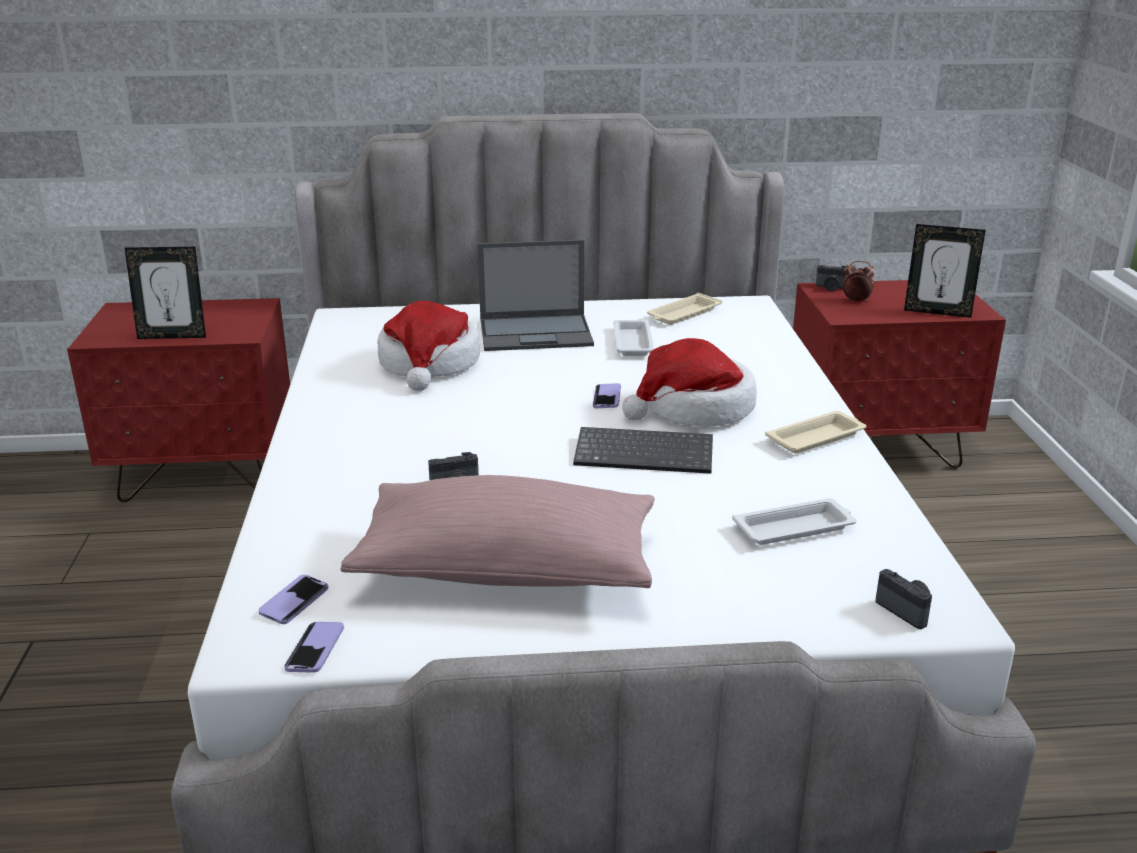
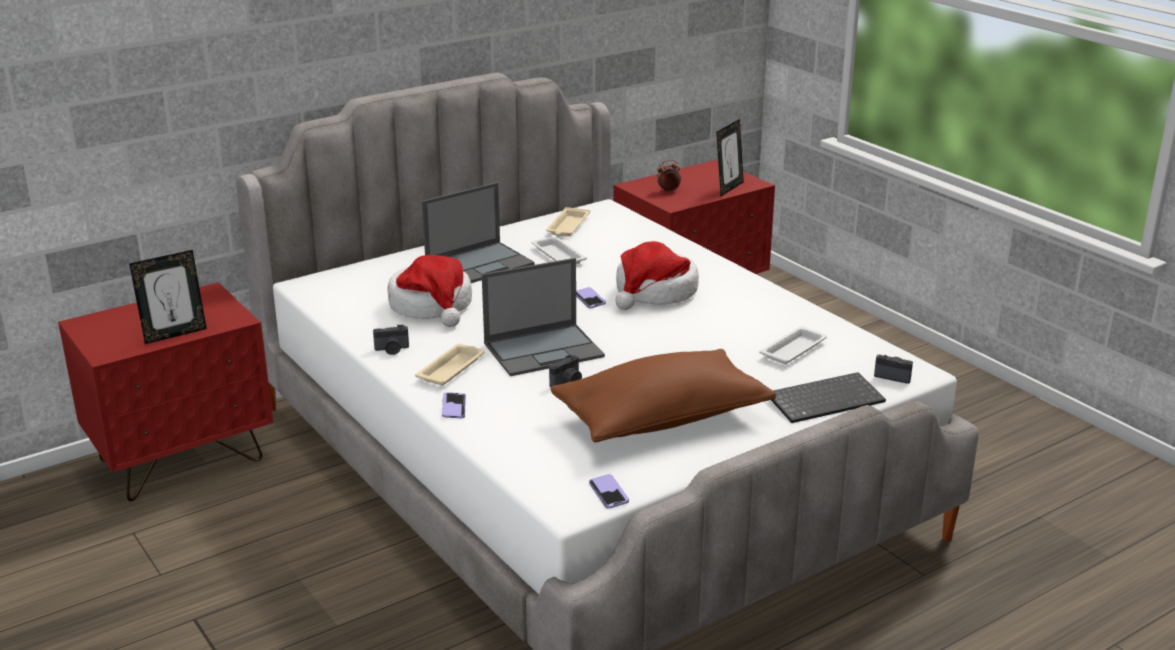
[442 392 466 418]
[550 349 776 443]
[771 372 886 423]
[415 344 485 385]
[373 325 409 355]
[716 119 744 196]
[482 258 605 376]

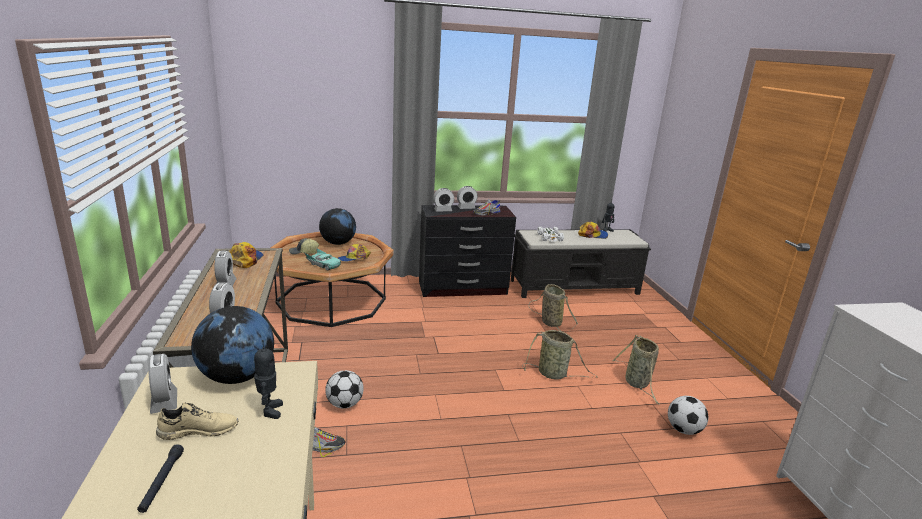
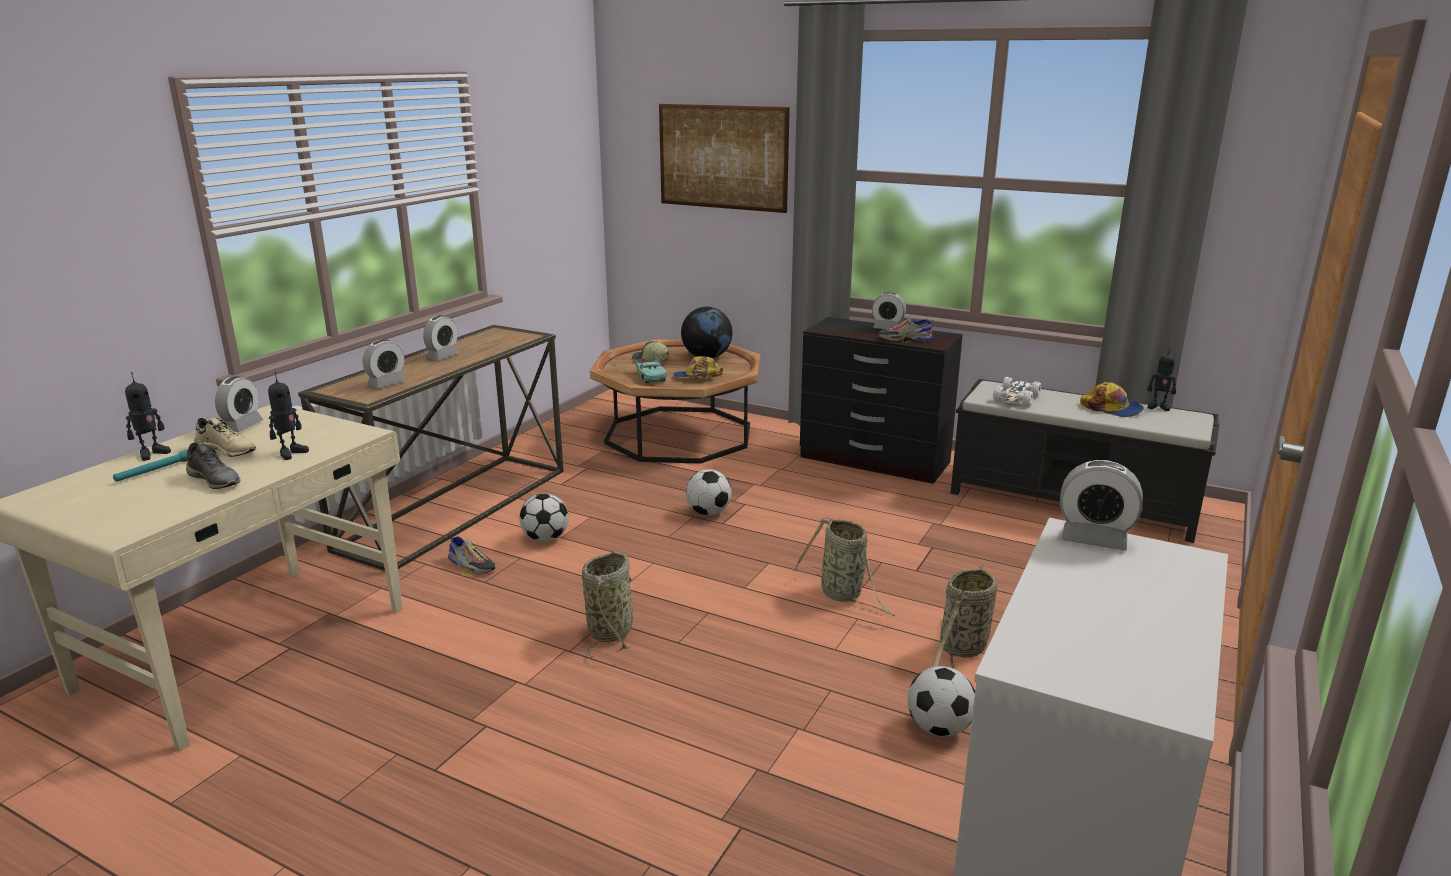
[113 449 188 482]
[191 306 274 384] (first image)
[229 242 263 268] (first image)
[1060 460 1143 551]
[582 551 633 658]
[125 372 171 461]
[186 443 240 489]
[659 104 790 213]
[686 469 732 515]

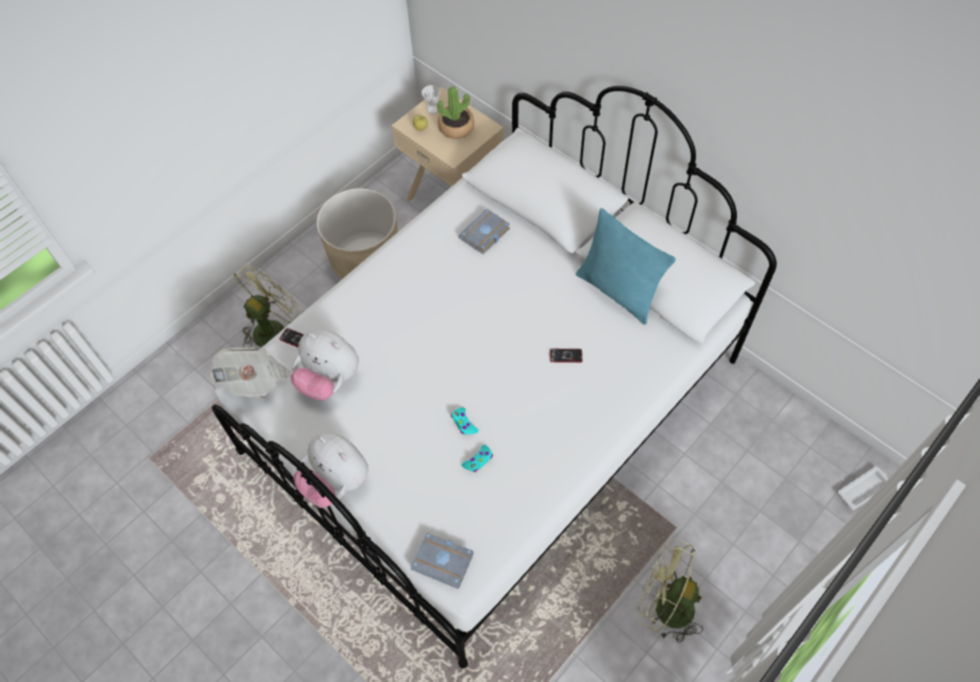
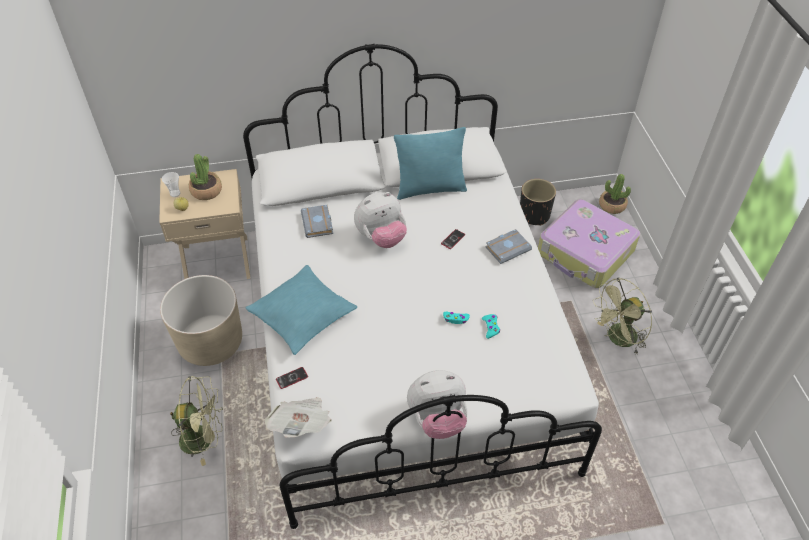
[170 376 223 466]
[354 192 407 248]
[485 229 532 264]
[599 174 631 214]
[245 265 357 355]
[520 179 556 226]
[538 199 640 288]

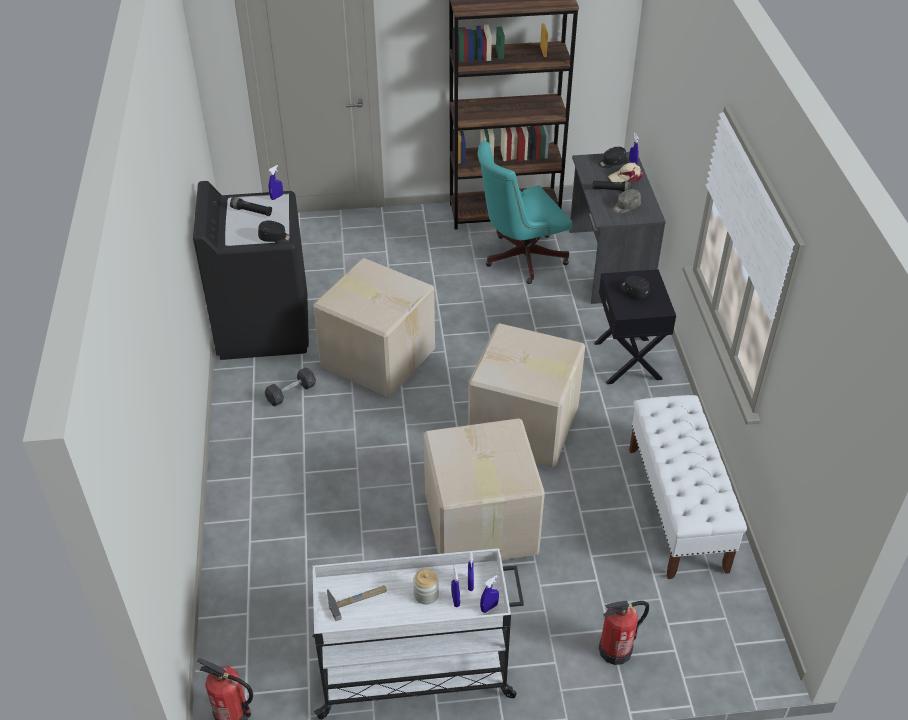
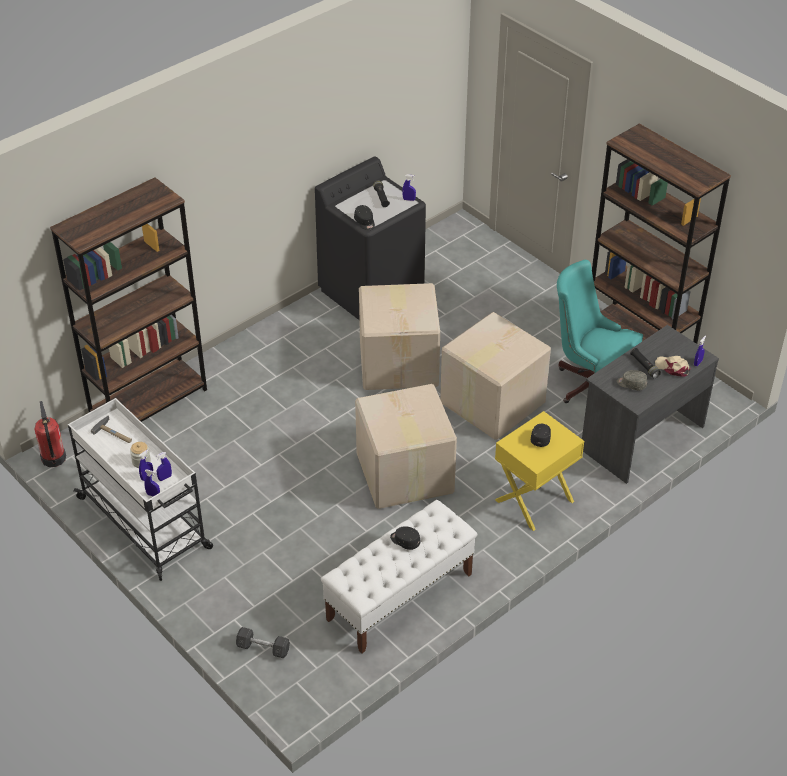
[236 627 290 658]
[440 312 551 440]
[495 411 584 531]
[390 526 420 550]
[599 601 649 665] (first image)
[50 178 207 422]

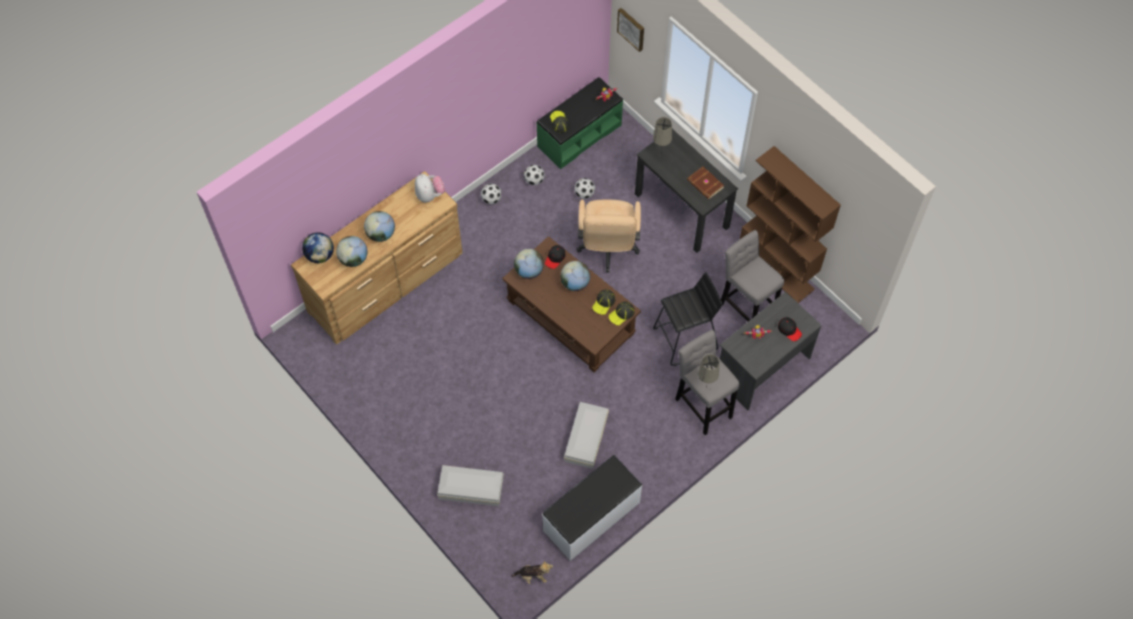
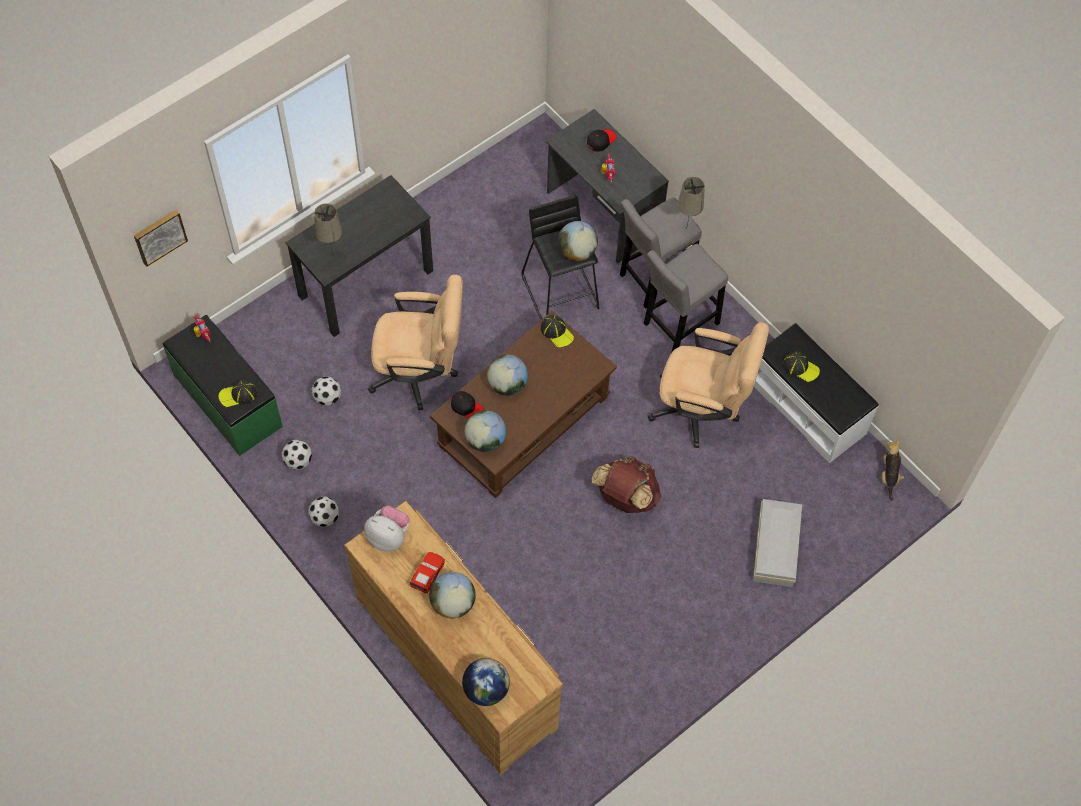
[558 221 598 261]
[364 506 410 552]
[648 322 769 448]
[783 352 820 382]
[687 167 724 199] (first image)
[644 244 728 353]
[740 146 841 303] (first image)
[410 552 445 594]
[592 456 661 513]

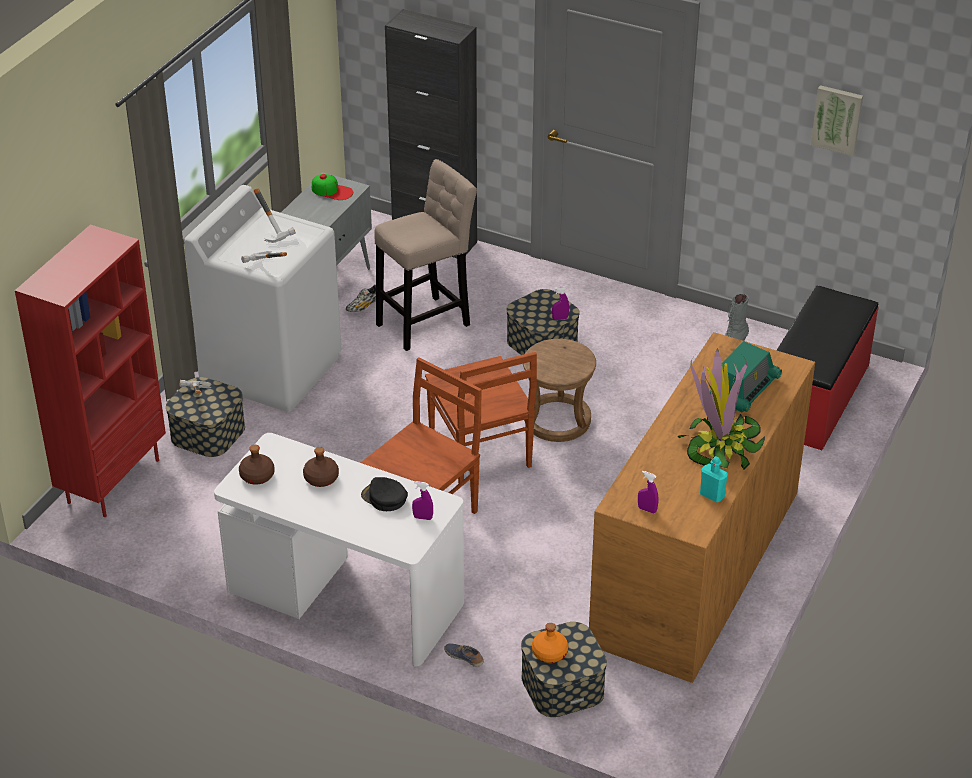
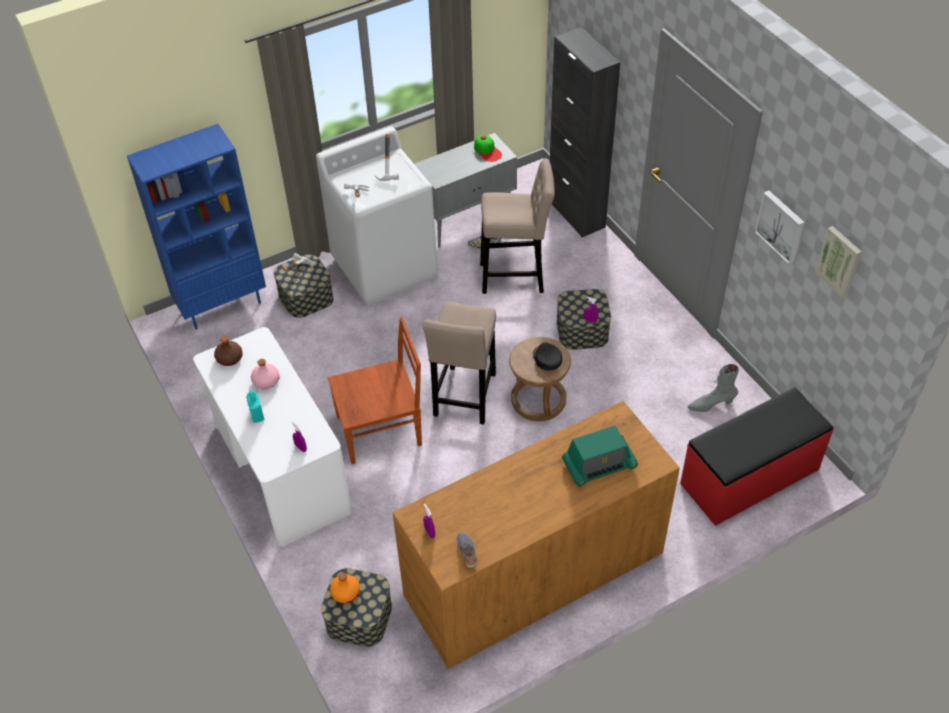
[127 124 266 329]
[251 359 280 389]
[533 342 562 371]
[423 302 496 425]
[457 533 478 568]
[678 348 765 470] (first image)
[246 390 264 423]
[755 190 805 264]

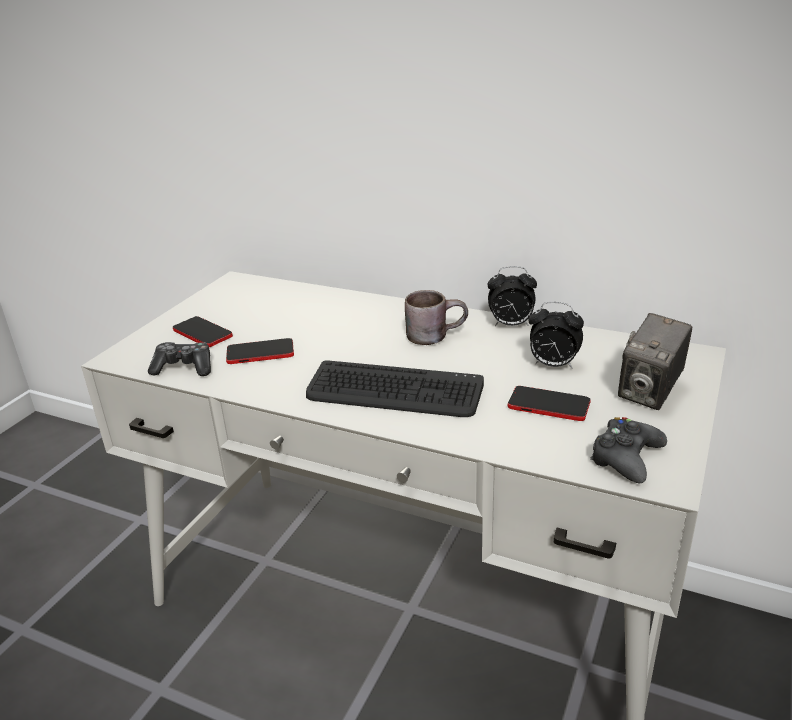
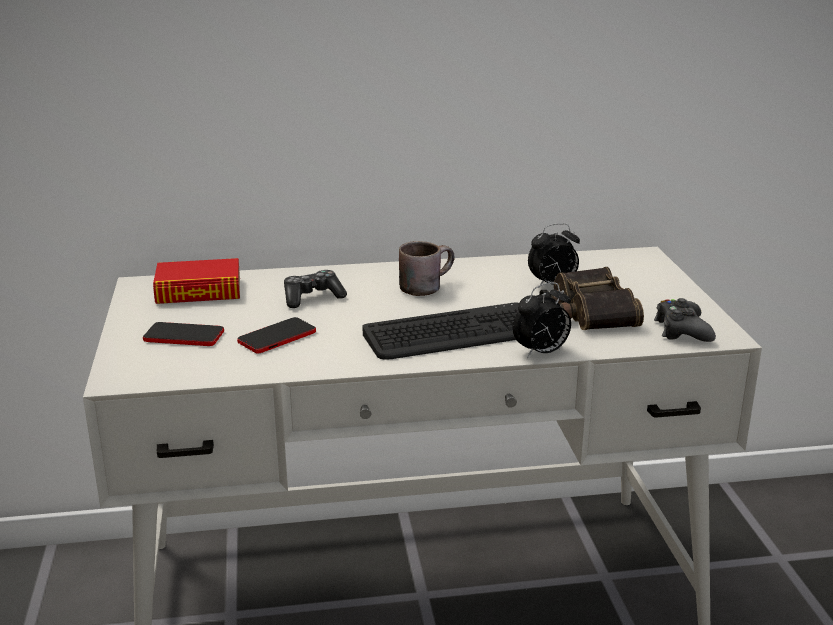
[284 270 347 308]
[512 282 571 358]
[539 267 644 330]
[618 313 692 410] (first image)
[153 258 240 304]

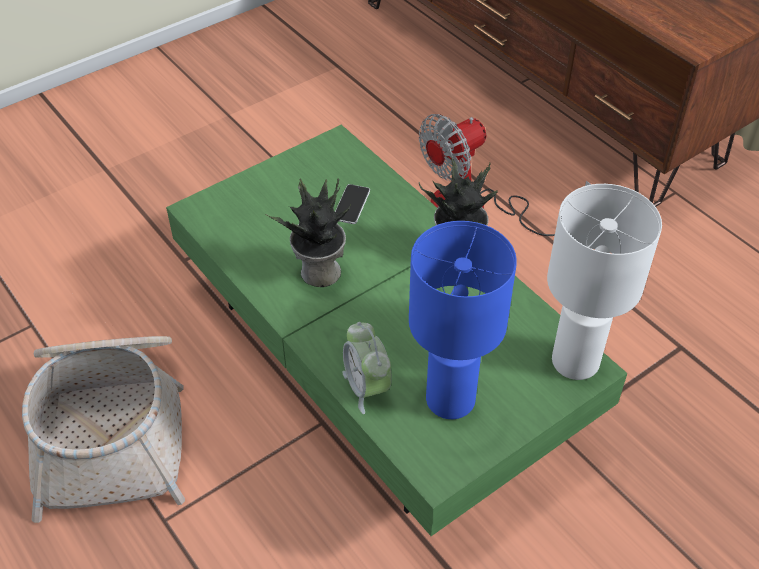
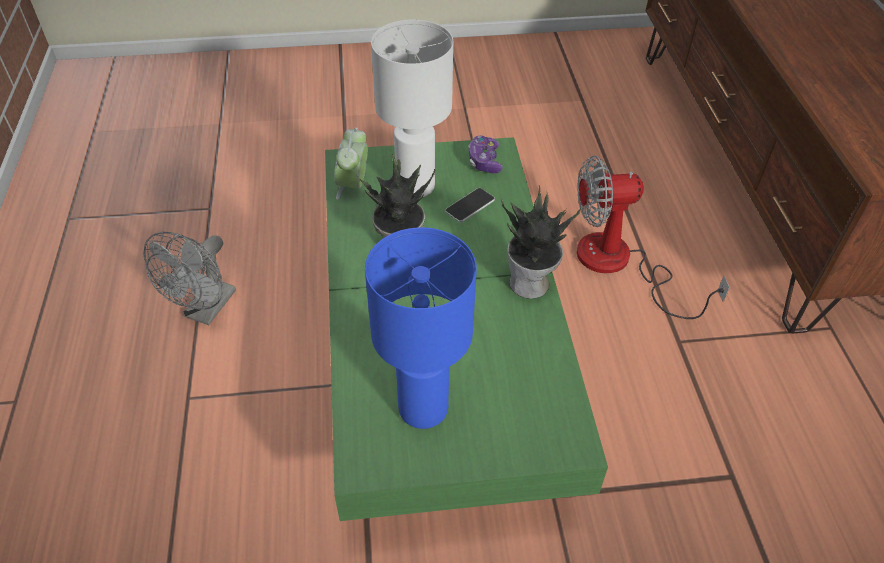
[144 232 236 325]
[335 127 368 200]
[371 20 453 197]
[468 136 503 173]

